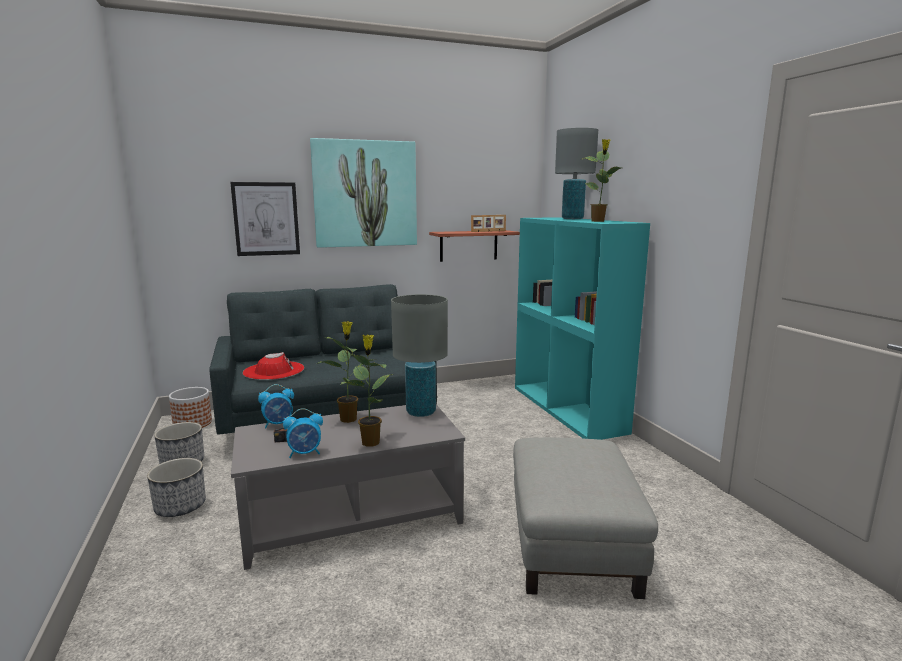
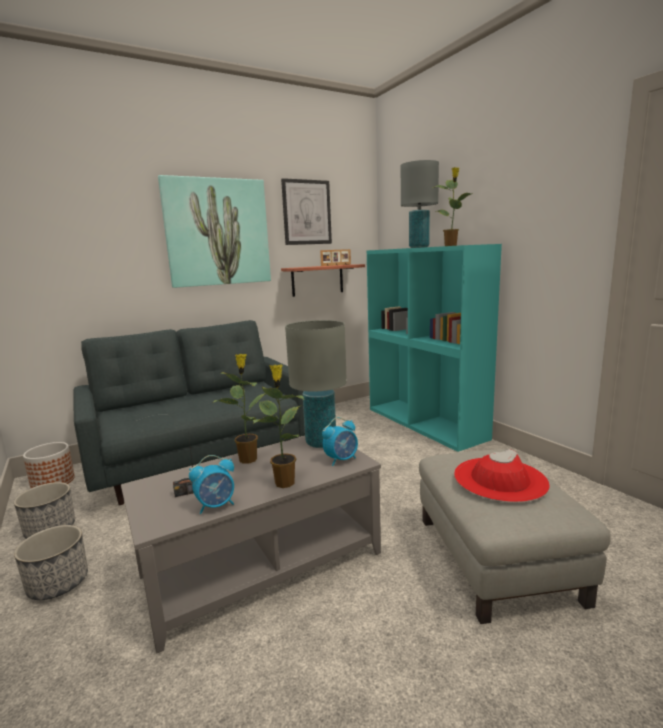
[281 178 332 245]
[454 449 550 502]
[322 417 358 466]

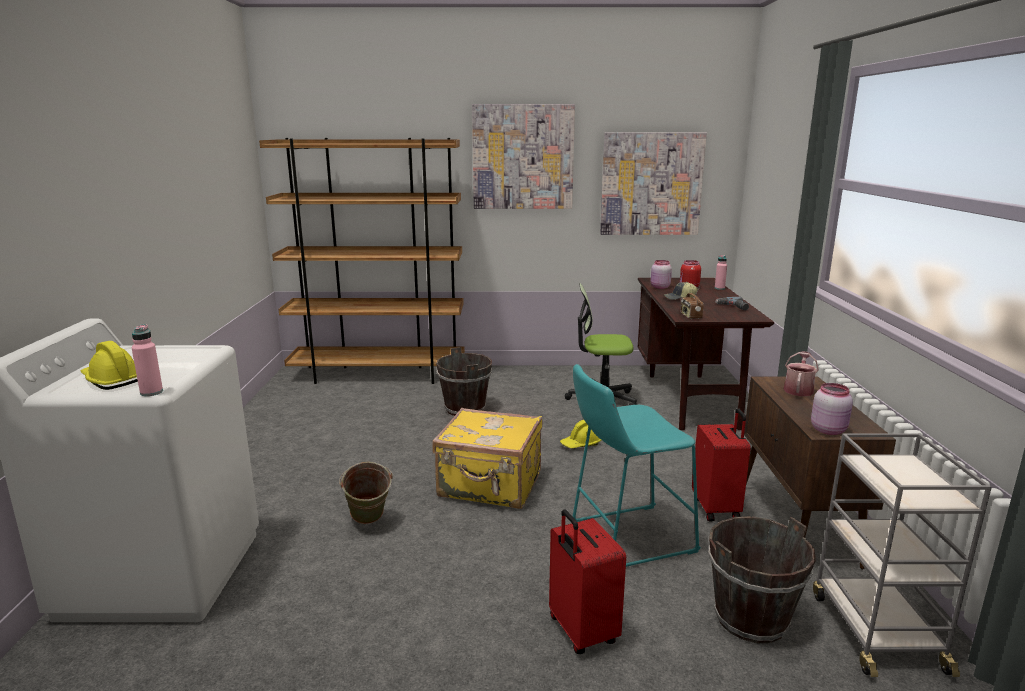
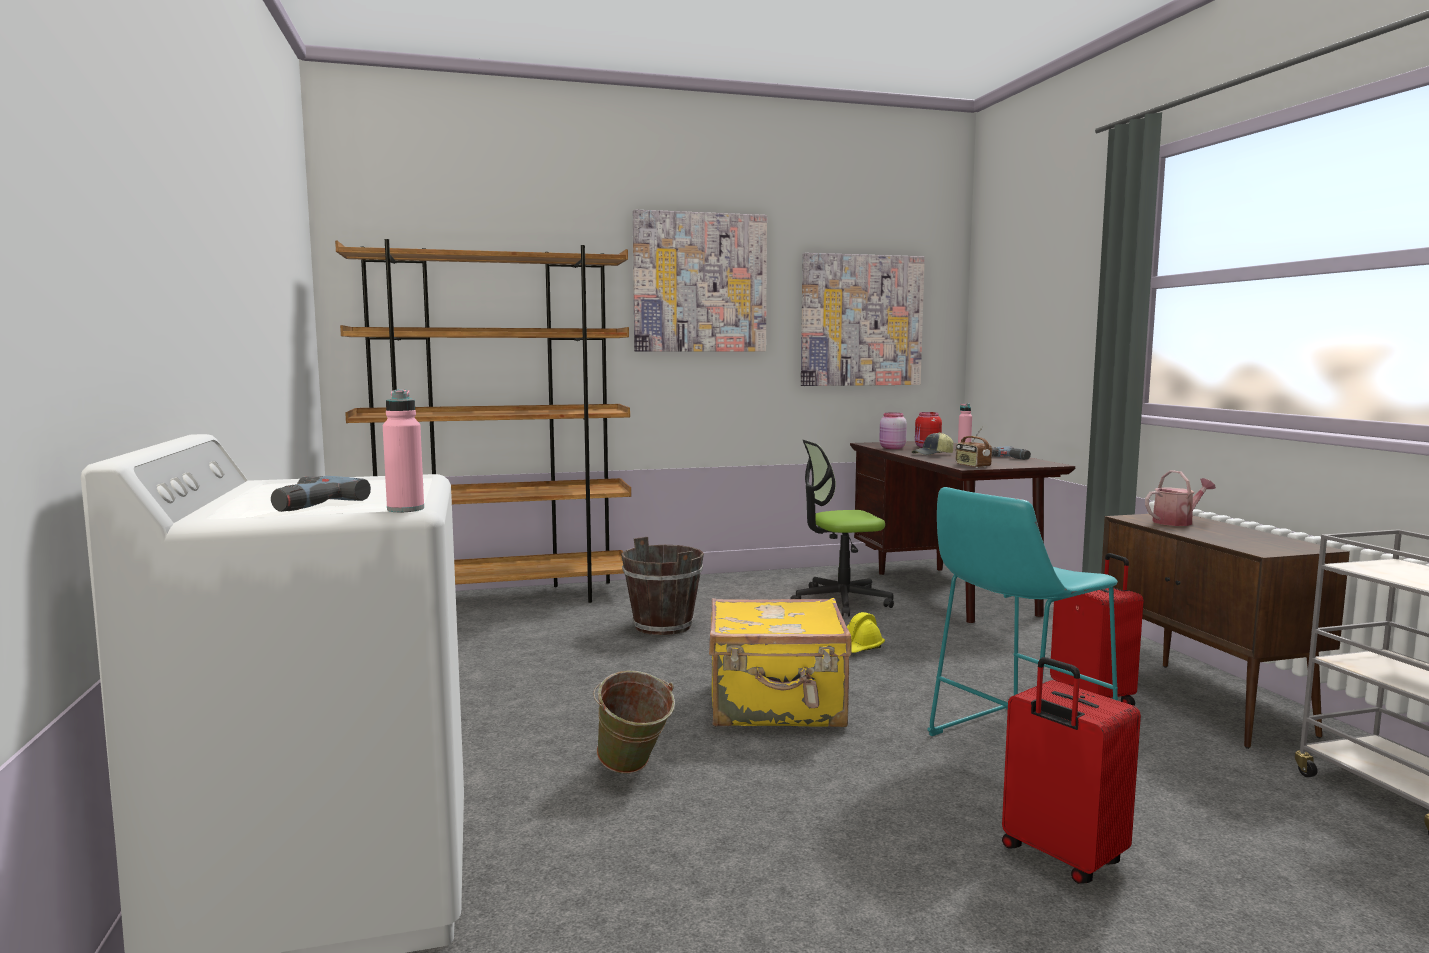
[271 476 371 512]
[709 516 816 643] (first image)
[1145 470 1216 526]
[811 383 853 435] (first image)

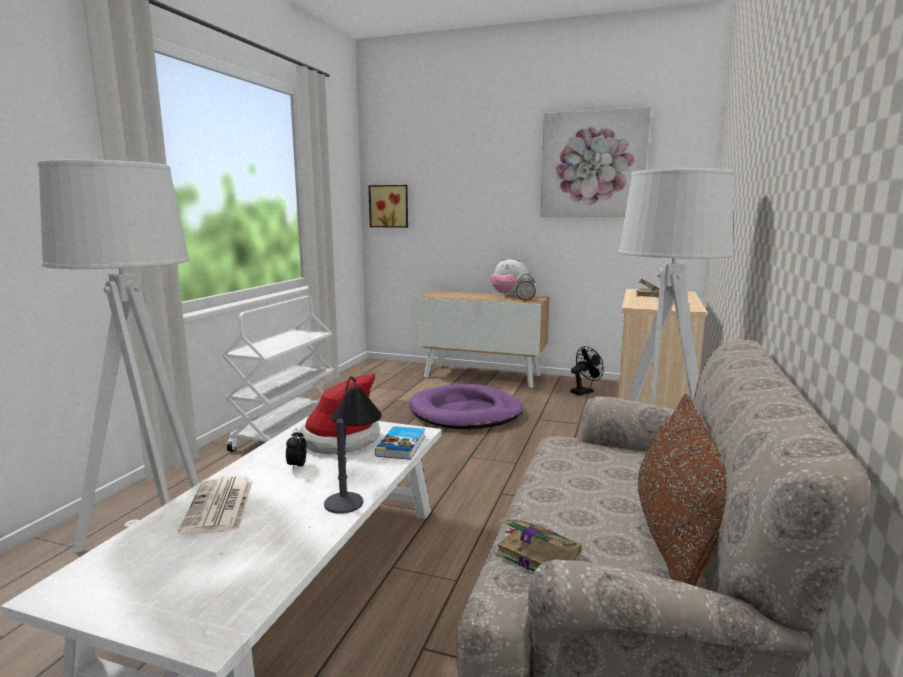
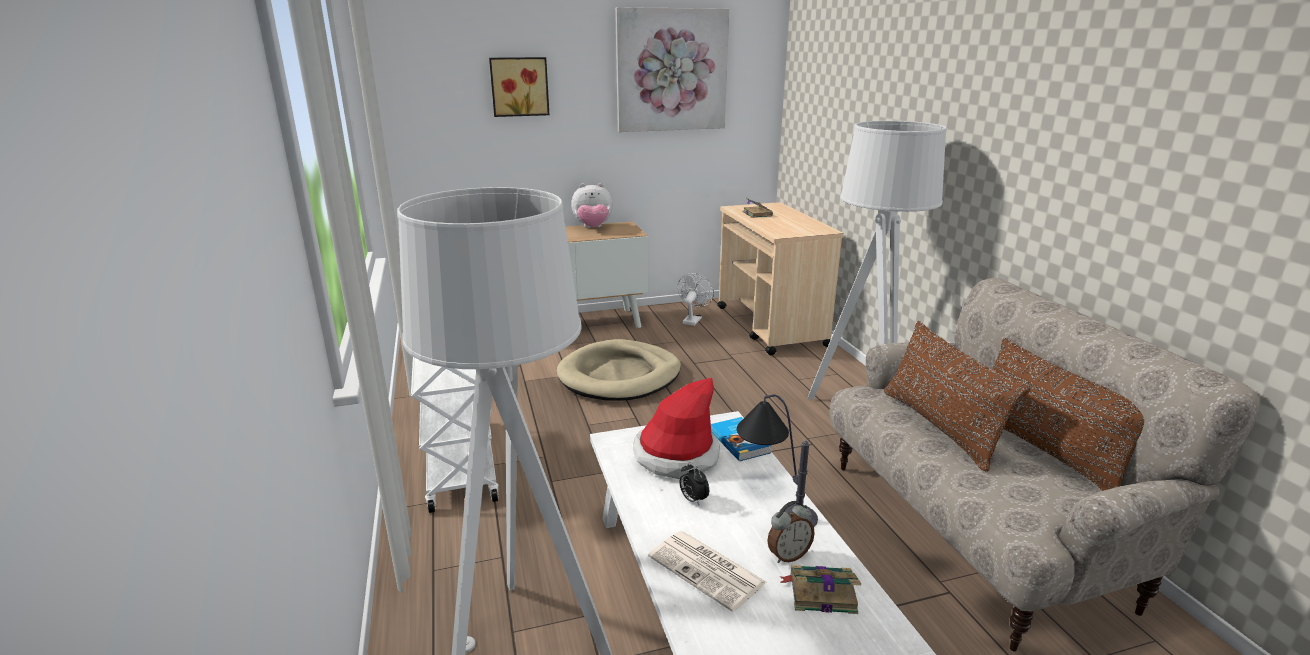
[489 57 550 117]
[556 339 681 401]
[780 565 861 614]
[767 501 815 563]
[677 273 714 326]
[884 321 1031 472]

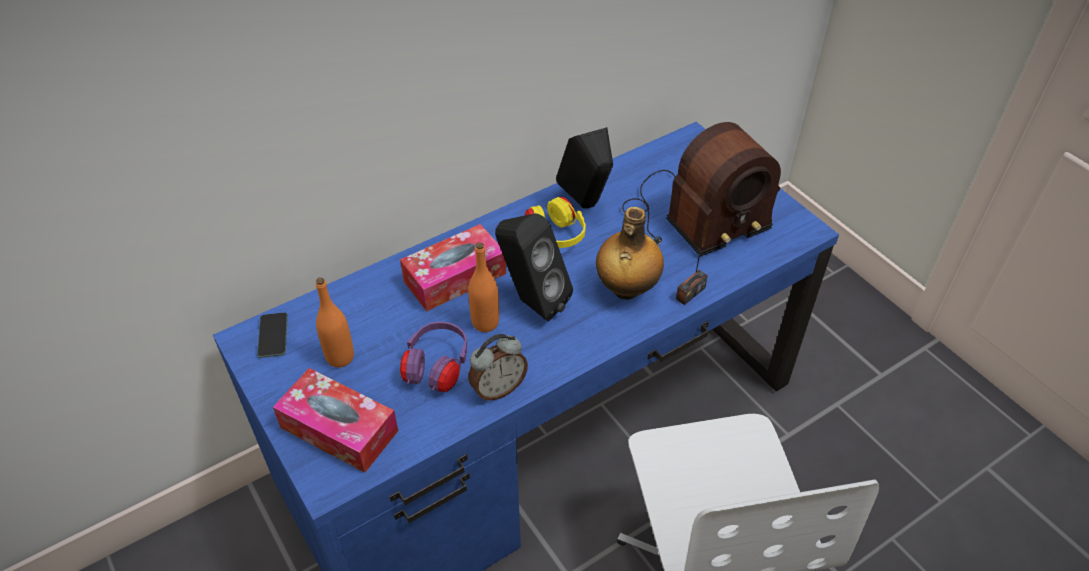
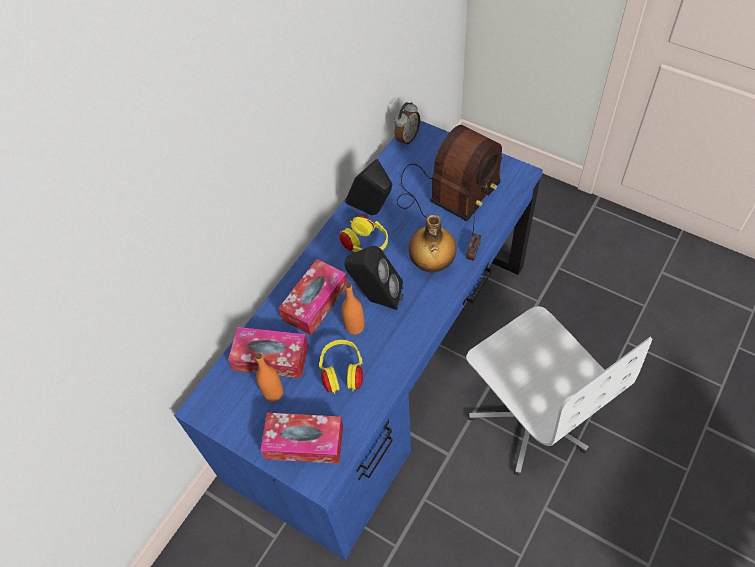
[257 312 288 358] (first image)
[319 340 363 394]
[394 102 420 146]
[228 327 308 378]

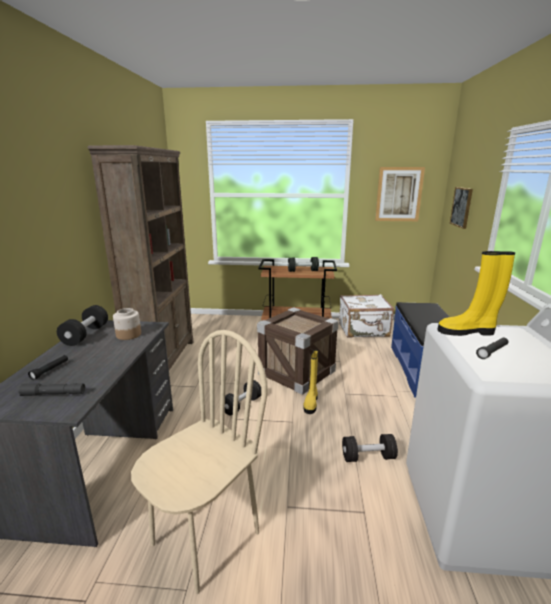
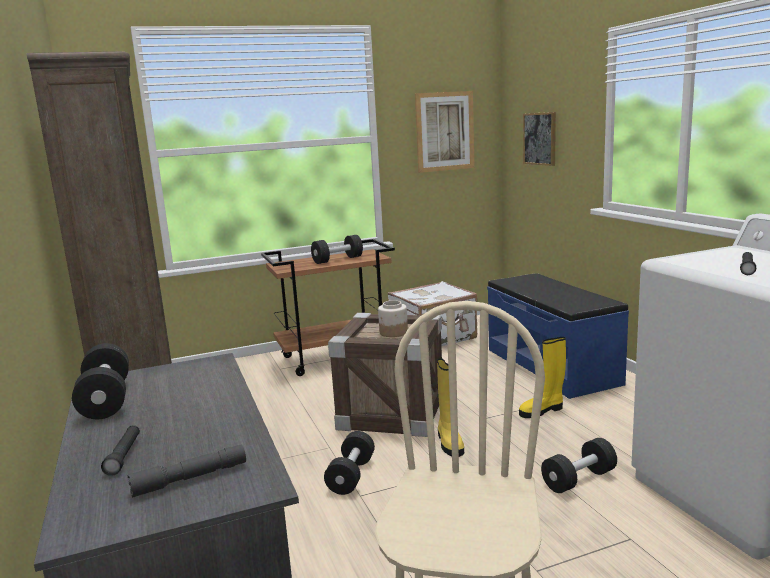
[378 300 408 337]
[519 337 566 418]

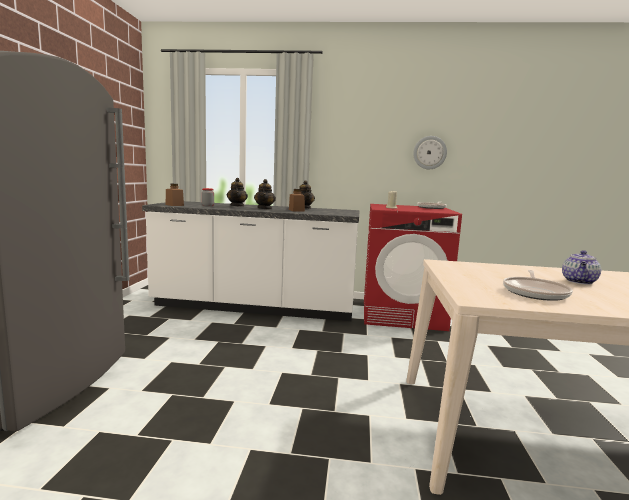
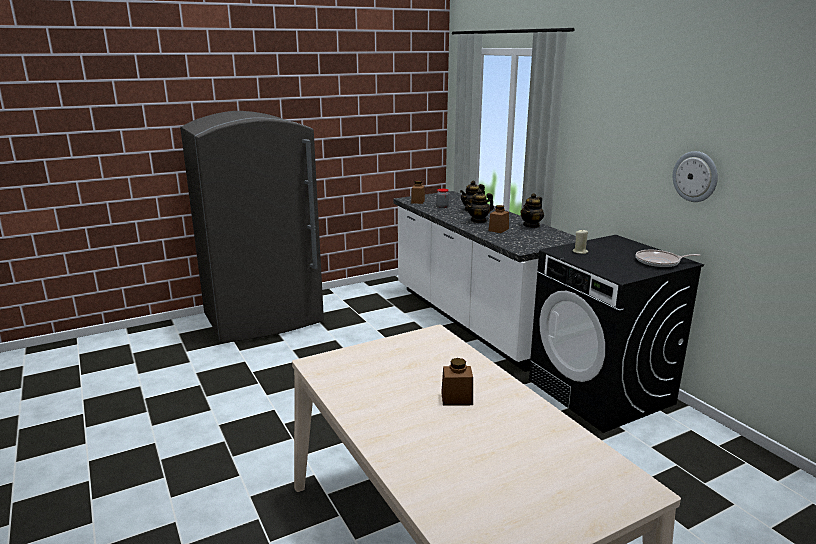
[529 235 704 433]
[503 270 573 301] (first image)
[441 358 473 406]

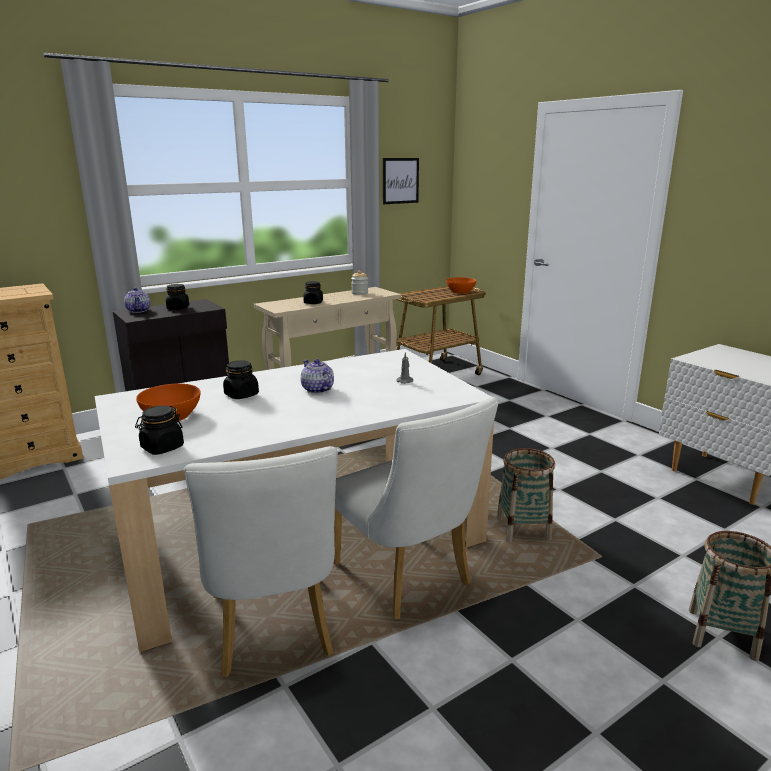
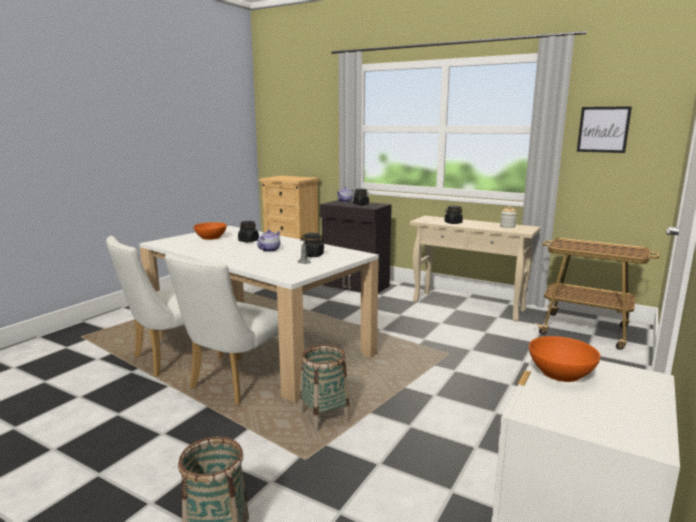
[300 233 325 257]
[529 336 600 382]

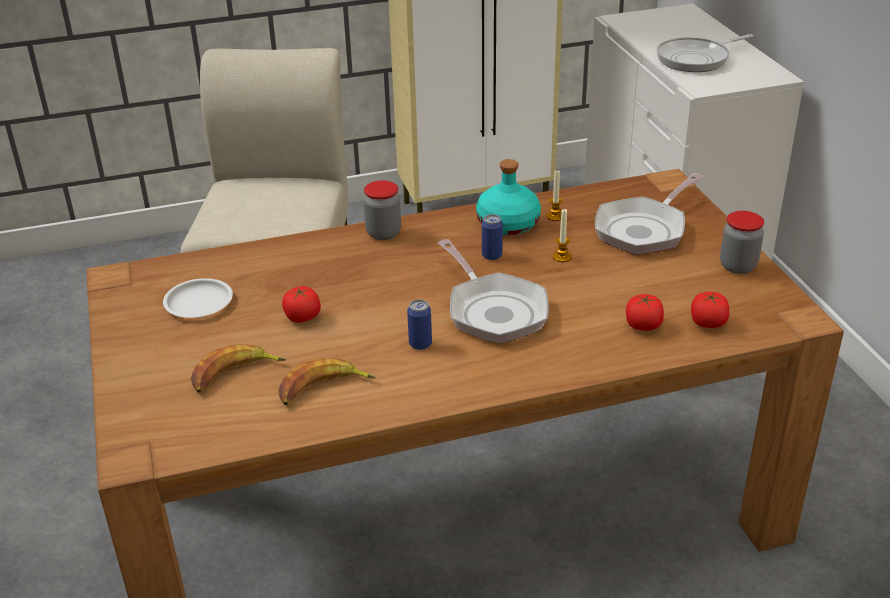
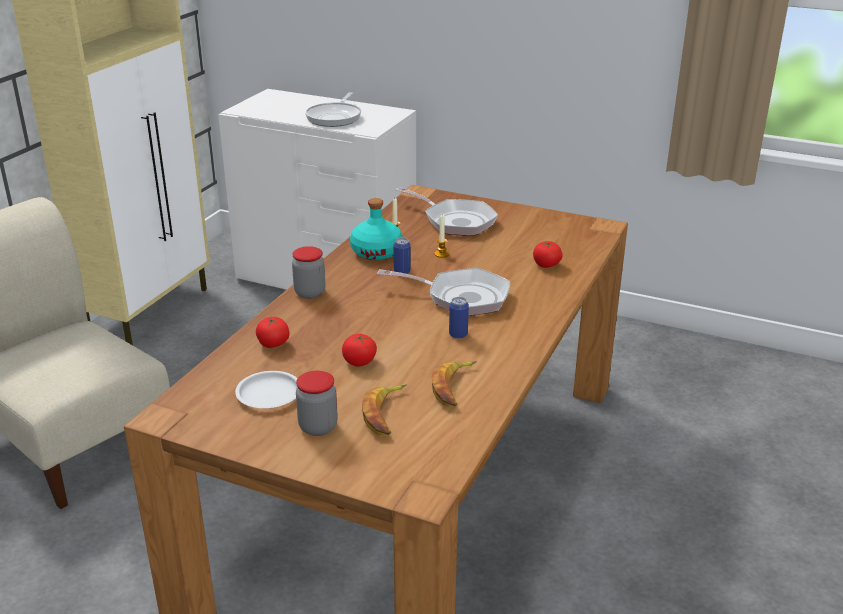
[396 187 498 236]
[256 317 290 348]
[296 371 338 436]

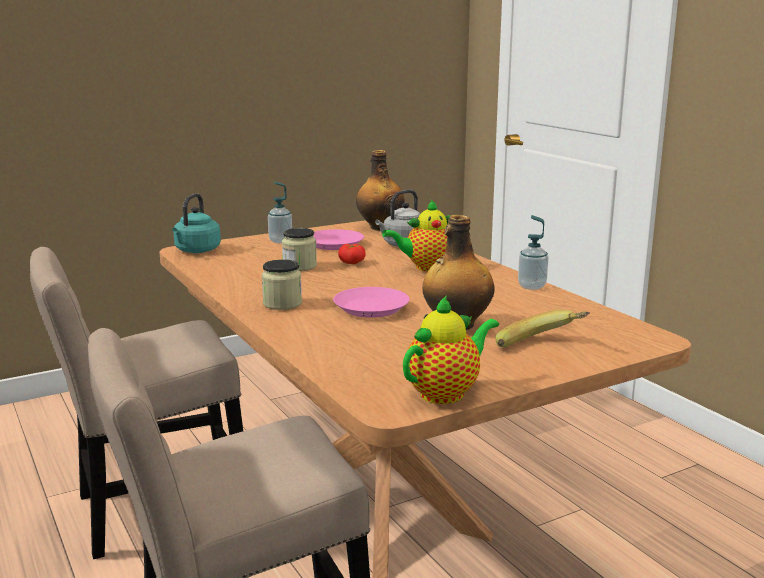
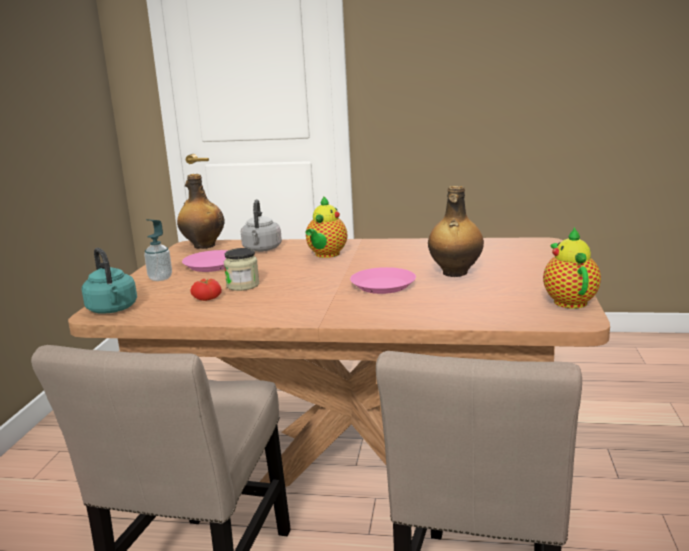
[262 259 302 310] (first image)
[190 279 222 301]
[495 310 590 347] (first image)
[518 215 548 290] (first image)

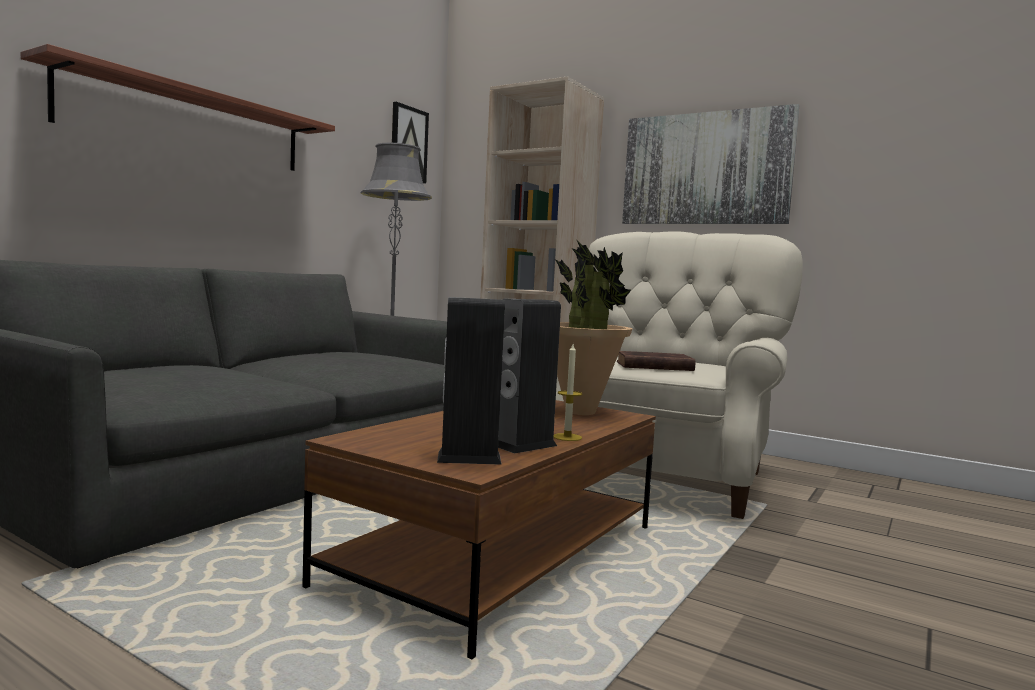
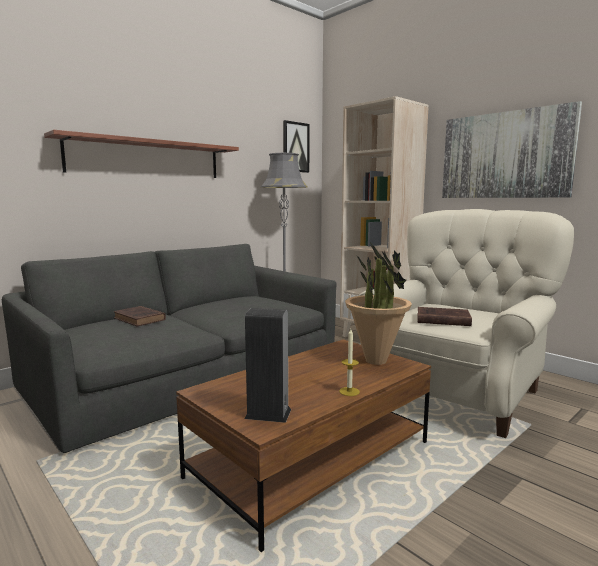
[498 299 561 454] (first image)
[114 306 166 326]

